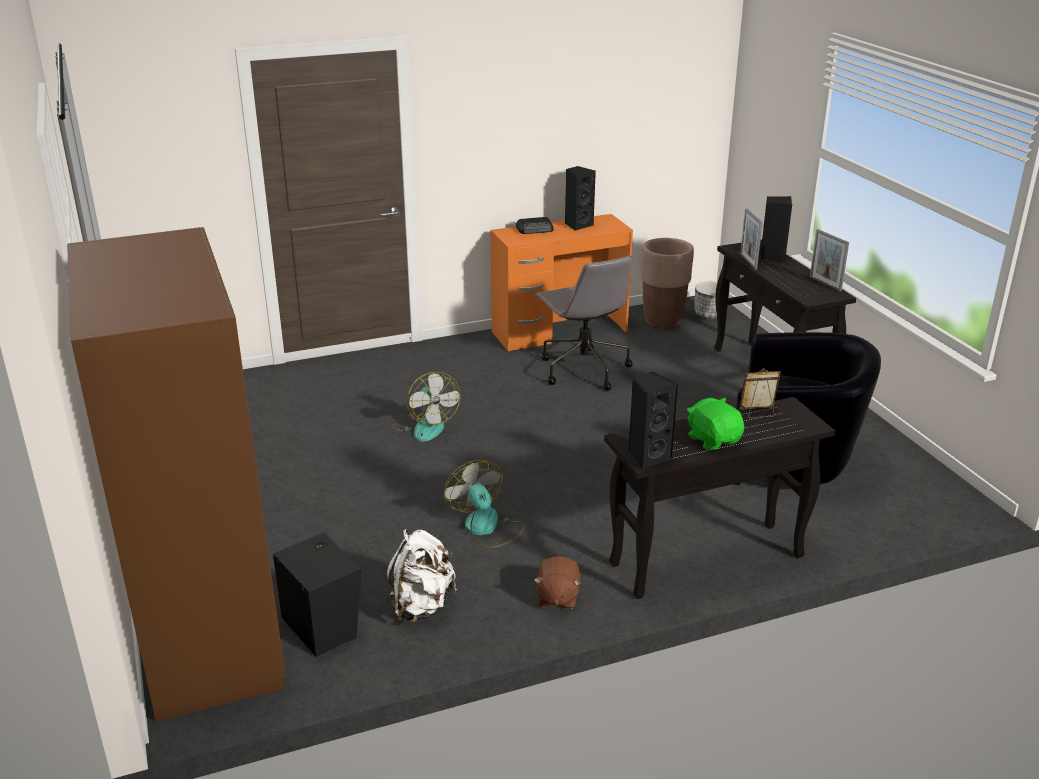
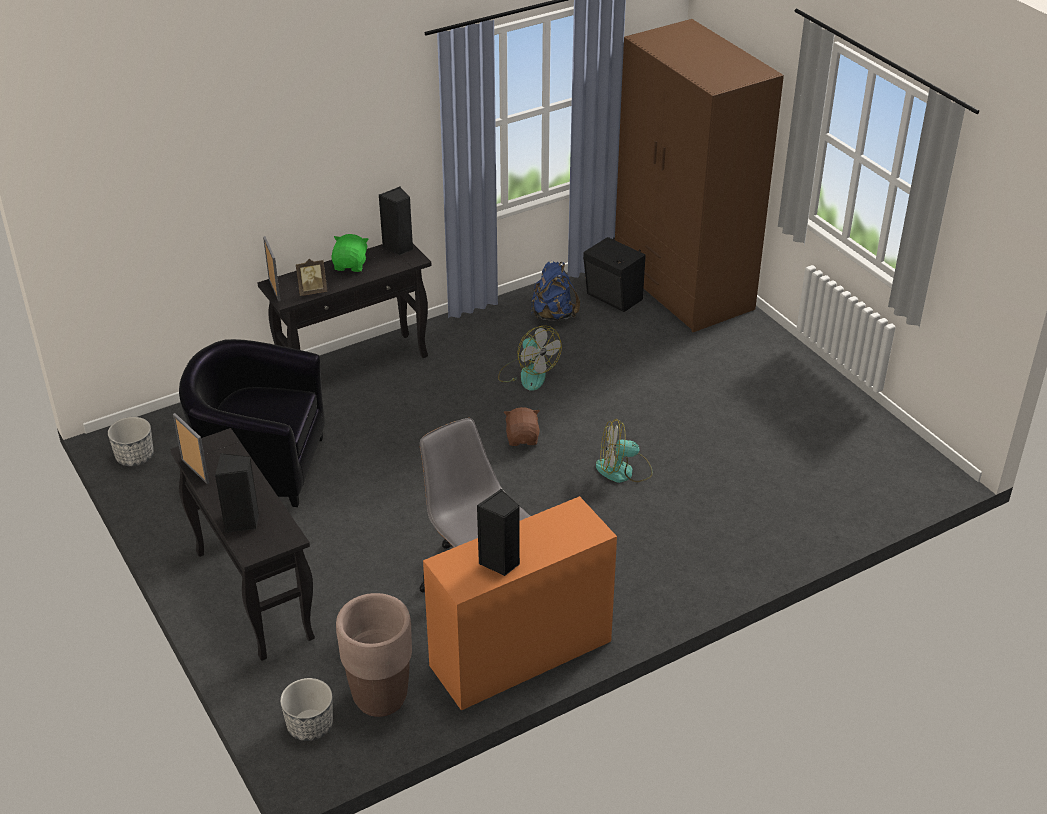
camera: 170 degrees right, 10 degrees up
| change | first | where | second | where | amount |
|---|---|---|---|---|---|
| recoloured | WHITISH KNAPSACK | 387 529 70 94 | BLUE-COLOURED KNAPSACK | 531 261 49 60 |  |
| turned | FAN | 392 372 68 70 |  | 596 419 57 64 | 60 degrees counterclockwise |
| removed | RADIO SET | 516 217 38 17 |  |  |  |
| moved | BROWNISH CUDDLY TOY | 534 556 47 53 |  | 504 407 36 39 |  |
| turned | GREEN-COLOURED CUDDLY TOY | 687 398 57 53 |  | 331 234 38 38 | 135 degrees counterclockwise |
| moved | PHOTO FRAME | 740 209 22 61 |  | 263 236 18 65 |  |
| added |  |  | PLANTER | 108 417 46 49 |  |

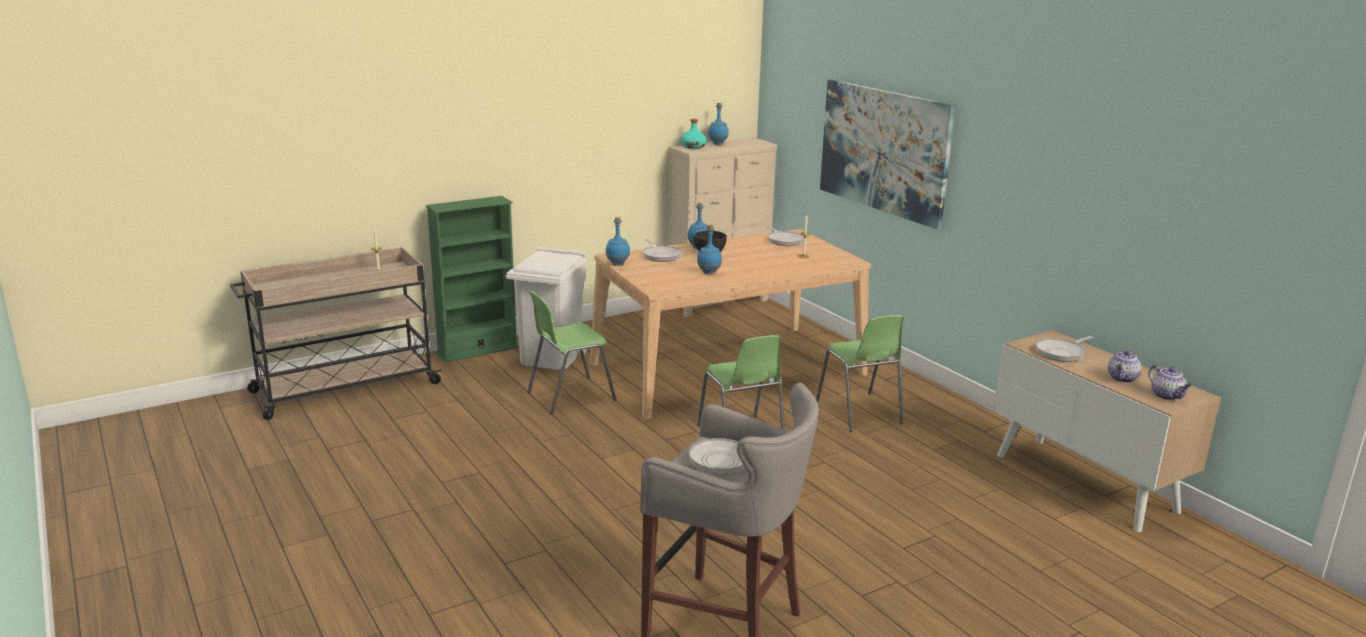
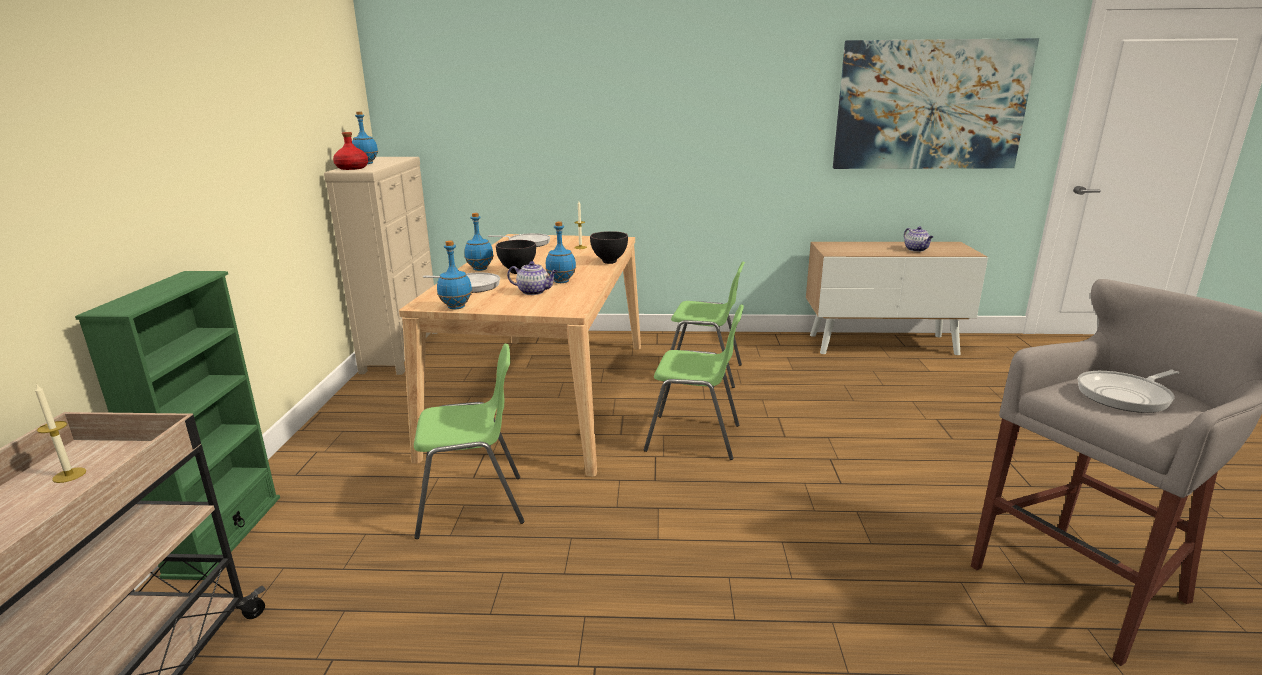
camera: 55 degrees left, 0 degrees up
| change | first | where | second | where | amount |
|---|---|---|---|---|---|
| removed | WHITISH RUBBISH BIN | 506 246 82 124 |  |  |  |
| turned | GREEN-COLOURED PLAIN CHAIR | 528 291 88 123 |  | 414 344 111 195 | 105 degrees counterclockwise |
| recoloured | TURQUOISE BOTTLE | 681 119 26 30 | RED-COLOURED BOTTLE | 333 132 35 38 |  |
| moved | WALL PICTURE | 820 80 136 150 |  | 833 38 206 131 |  |
| removed | FRYING PAN | 1036 336 57 26 |  |  |  |
| moved | POT FOR TEA | 1149 365 43 35 |  | 507 261 51 34 |  |
| added |  |  | BLACK DEEP DISH | 590 231 38 33 |  |

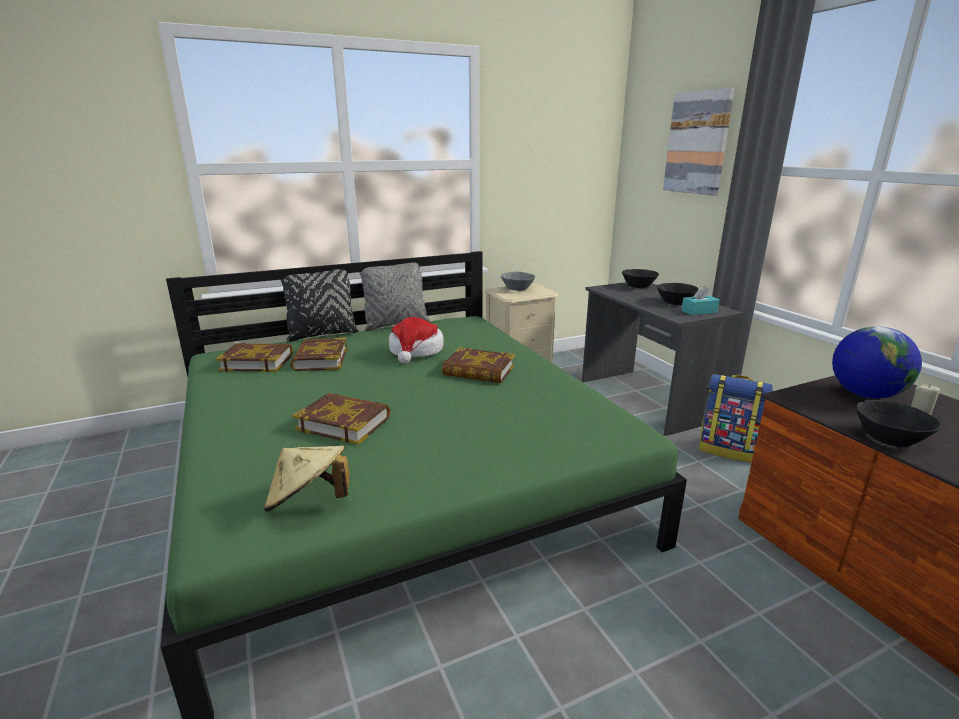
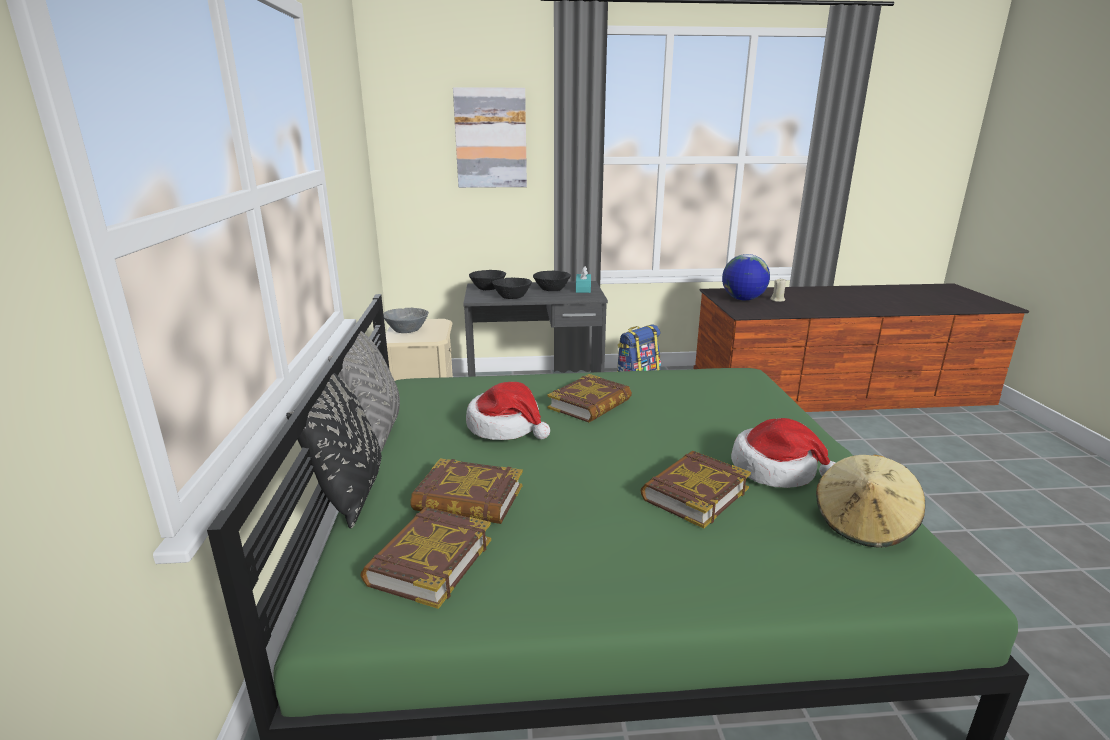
camera: 70 degrees left, 0 degrees up
| change | first | where | second | where | amount |
|---|---|---|---|---|---|
| moved | BLACK DEEP DISH | 856 400 85 47 |  | 492 278 40 21 |  |
| added |  |  | HAT | 731 418 105 70 |  |

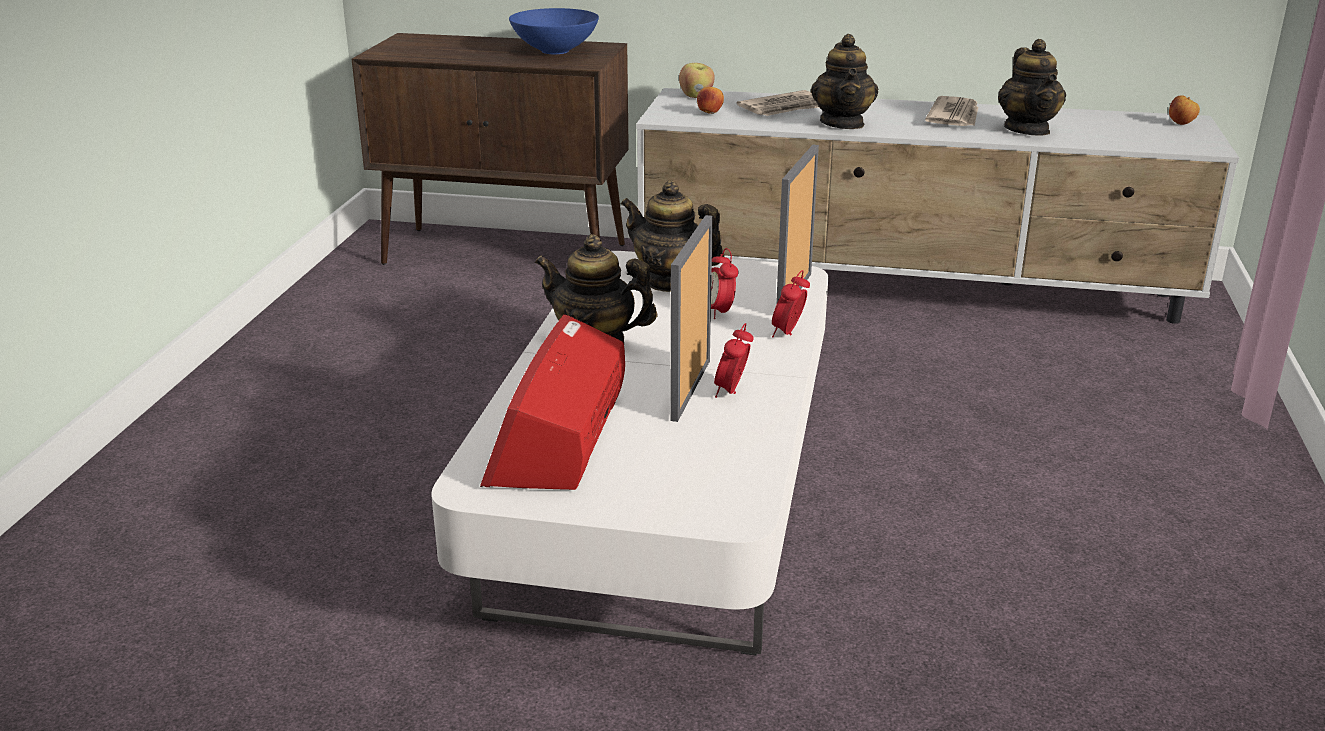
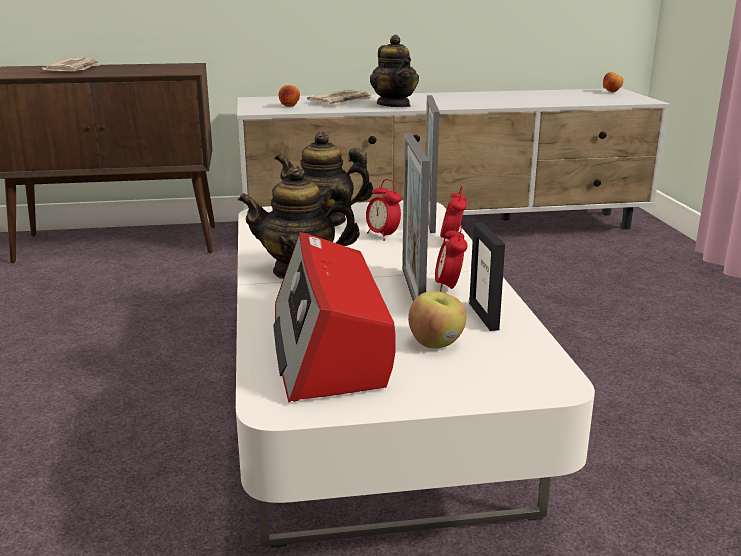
camera: 20 degrees left, 5 degrees down
| change | first | where | second | where | amount |
|---|---|---|---|---|---|
| removed | BLUE-COLOURED DEEP DISH | 509 8 90 46 |  |  |  |
| moved | WHOLE APPLE | 679 63 36 35 |  | 408 291 58 57 |  |
| moved | DAILY PAPER | 925 96 53 30 |  | 42 58 58 13 |  |
| removed | POT FOR TEA | 998 39 68 97 |  |  |  |
| added |  |  | PHOTO FRAME | 469 223 36 108 |  |

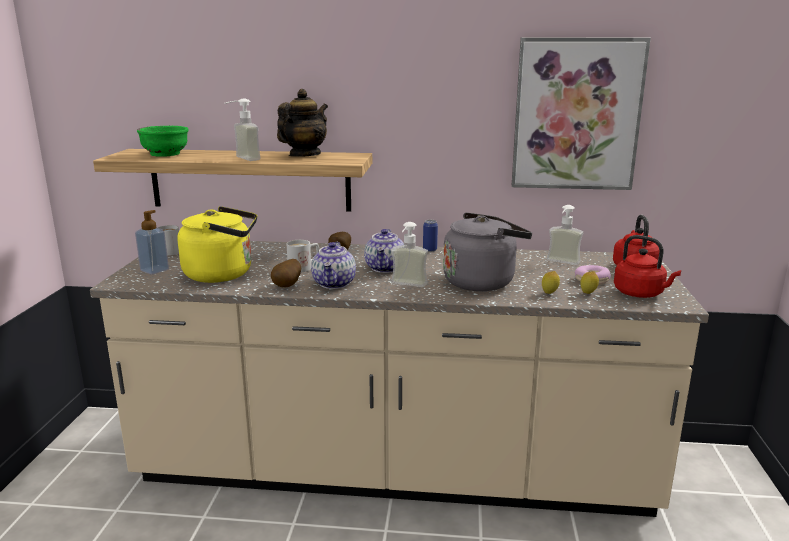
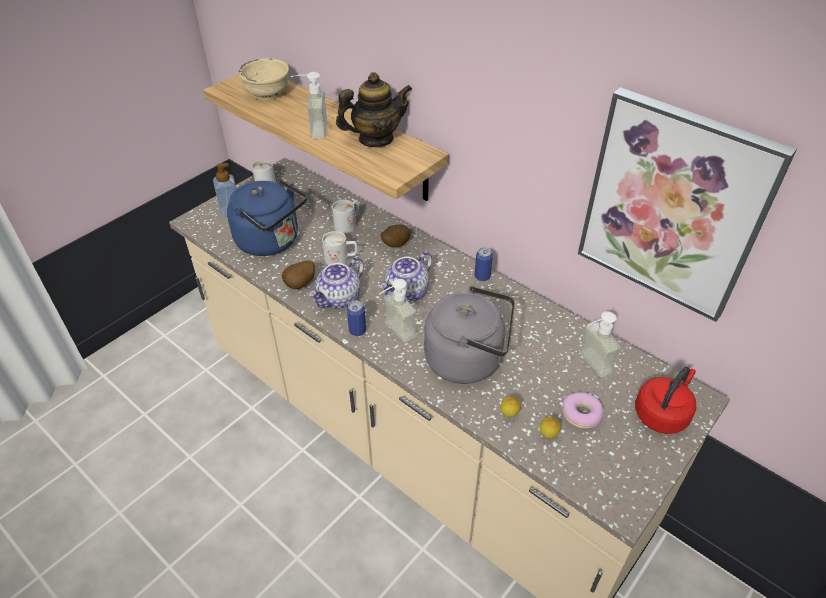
camera: 35 degrees right, 25 degrees up
| change | first | where | second | where | amount |
|---|---|---|---|---|---|
| recoloured | GREEN-COLOURED DEEP DISH | 137 126 52 31 | SAND-COLOURED DEEP DISH | 238 58 51 42 |  |
| recoloured | YELLOWISH TEA KETTLE | 177 206 80 77 | BLUE-COLOURED TEA KETTLE | 227 178 80 78 |  |
| removed | RED-COLOURED TEA KETTLE | 614 235 67 63 |  |  |  |
| added |  |  | WHITISH MUG | 332 200 27 34 |  |
| added |  |  | METAL CAN | 347 301 19 35 |  |

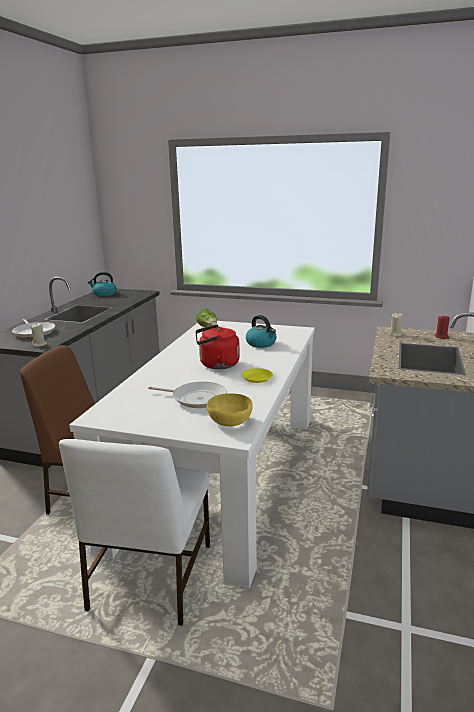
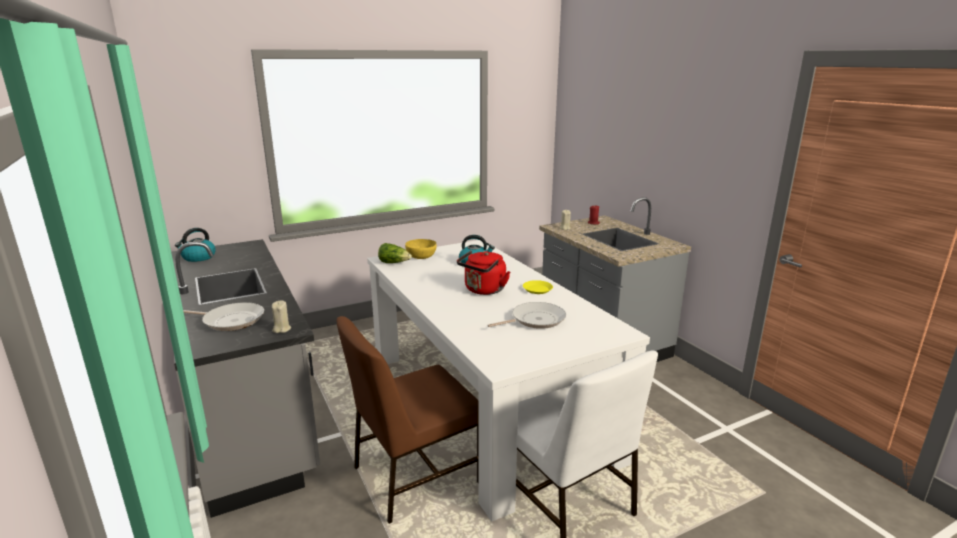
camera: 45 degrees left, 0 degrees up
| change | first | where | second | where | amount |
|---|---|---|---|---|---|
| moved | YELLOWISH DEEP DISH | 207 393 46 33 |  | 405 239 32 20 |  |

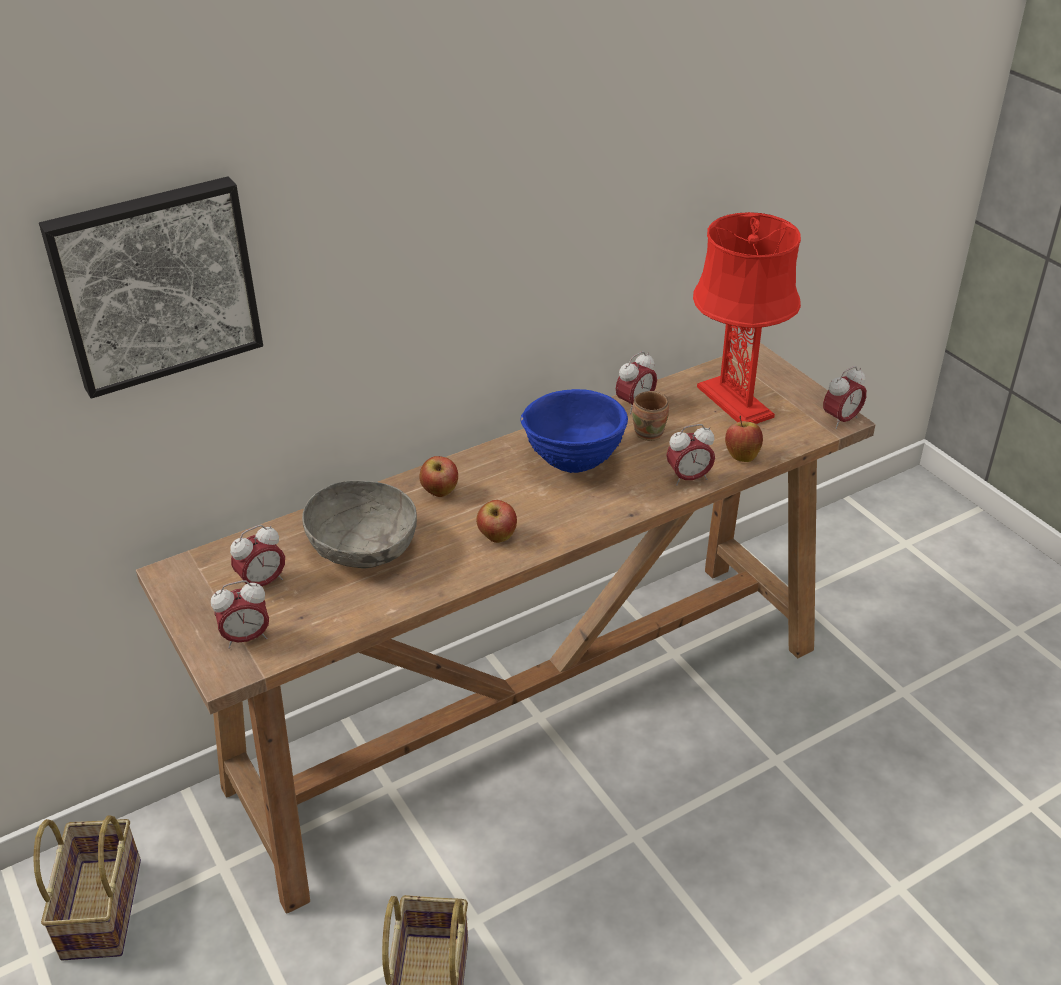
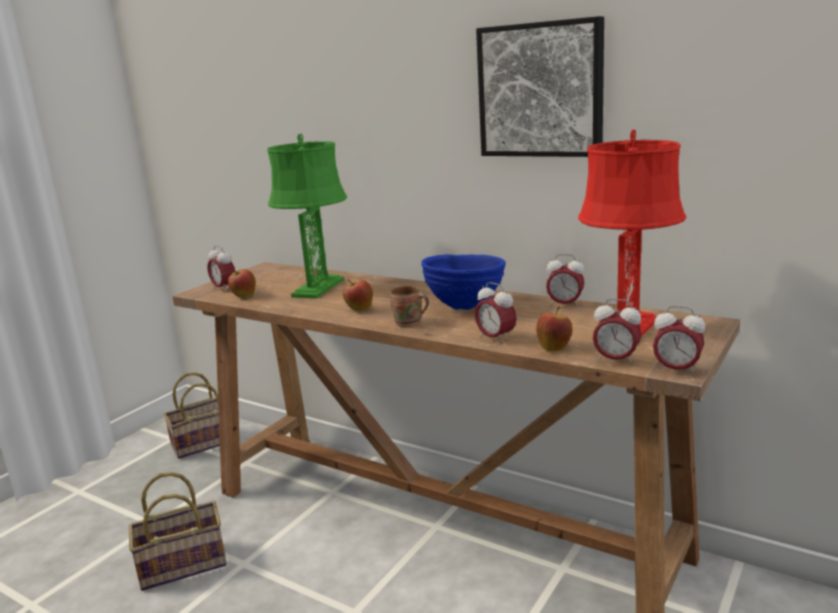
camera: 65 degrees right, 20 degrees down
| change | first | where | second | where | amount |
|---|---|---|---|---|---|
| moved | WALL PICTURE | 39 176 224 223 |  | 476 16 128 141 |  |
| moved | TABLE CLOCK | 230 525 55 61 |  | 593 299 48 67 |  |
| replaced | GRAY DEEP DISH | 302 480 115 89 | GREEN-COLOURED TABLE LAMP | 267 134 80 165 |  |
| moved | WHOLE APPLE | 419 456 39 41 |  | 228 269 28 29 |  |
| moved | BROWNISH MUG | 632 391 37 50 |  | 390 286 39 42 |  |

